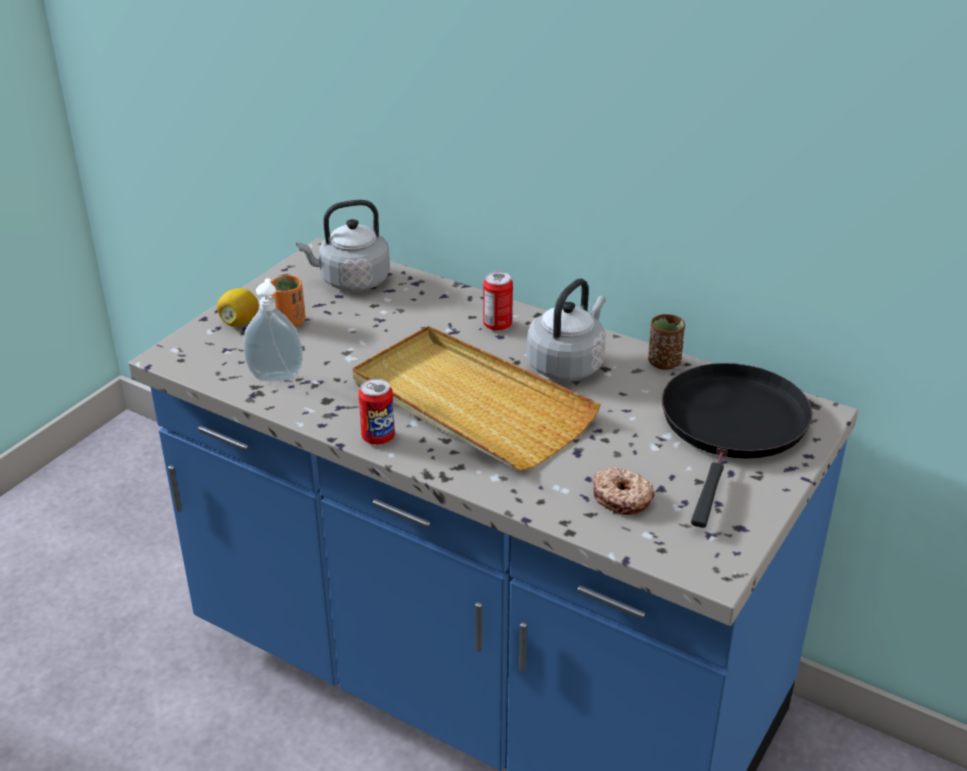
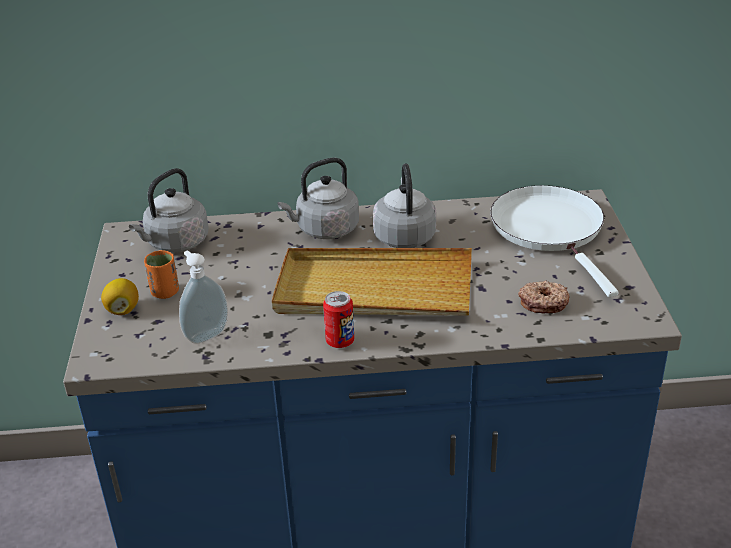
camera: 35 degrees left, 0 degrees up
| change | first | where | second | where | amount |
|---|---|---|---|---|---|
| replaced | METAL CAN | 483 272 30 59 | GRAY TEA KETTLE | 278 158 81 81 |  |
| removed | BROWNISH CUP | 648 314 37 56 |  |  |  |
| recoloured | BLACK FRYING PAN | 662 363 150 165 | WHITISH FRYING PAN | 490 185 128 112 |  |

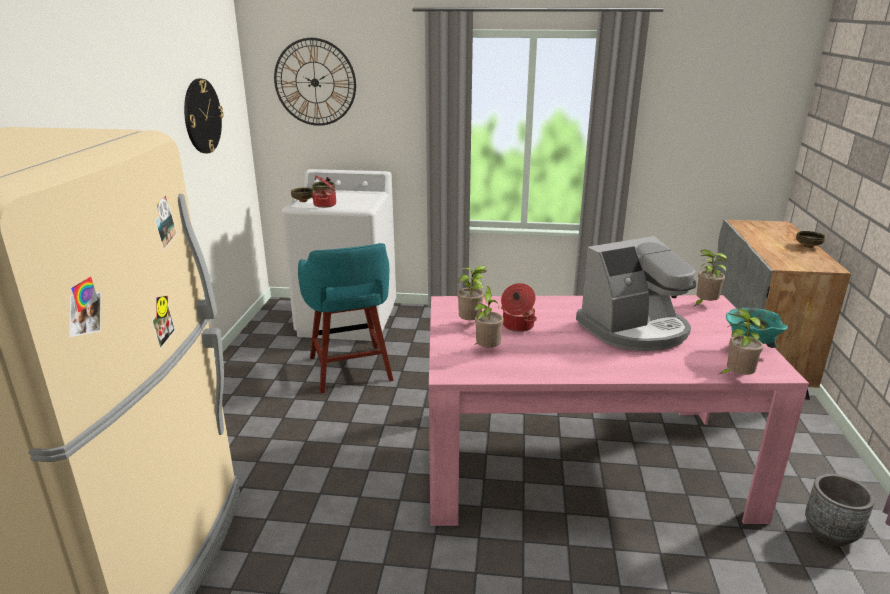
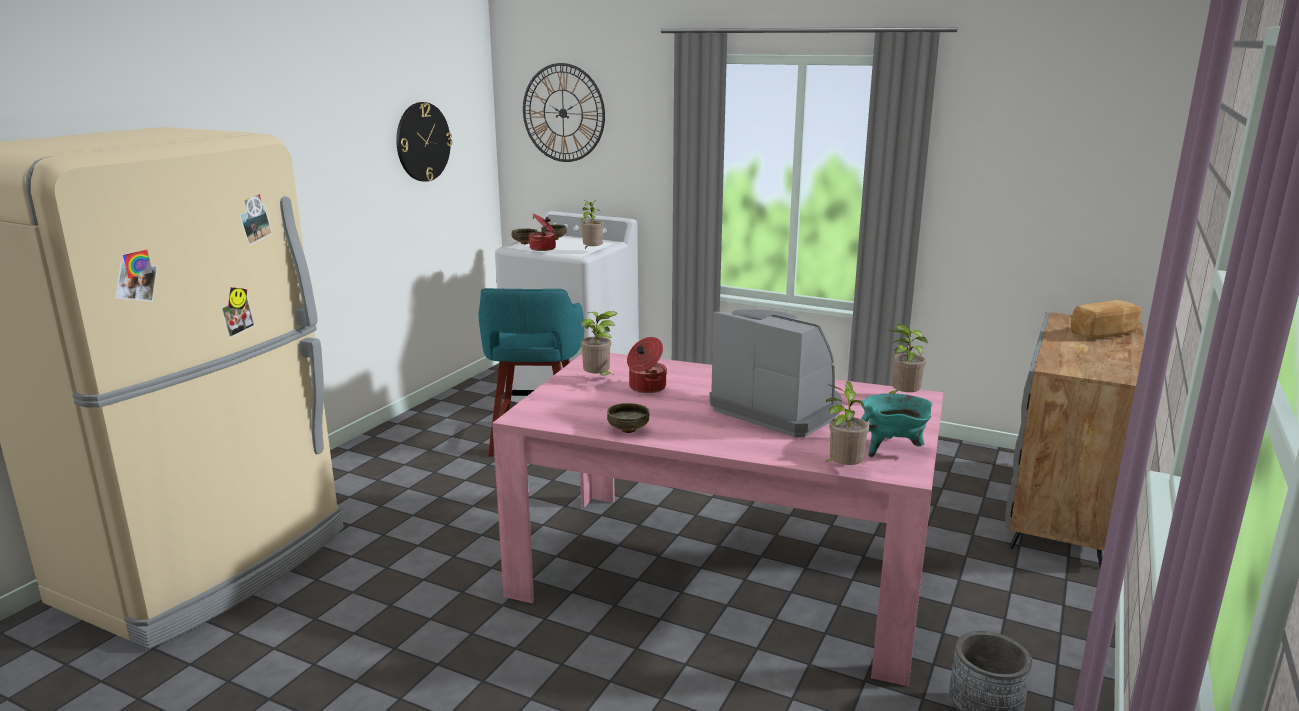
camera: 20 degrees right, 5 degrees down
| change | first | where | second | where | amount |
|---|---|---|---|---|---|
| moved | HOUSEPLANT | 472 286 32 62 |  | 580 199 24 50 |  |
| turned | COFFEE MACHINE | 576 236 120 115 |  | 709 309 133 128 | 135 degrees counterclockwise |
| moved | DEEP DISH | 796 231 29 17 |  | 607 403 42 30 |  |
| added |  |  | BAKERY BREAD | 1071 300 70 39 |  |

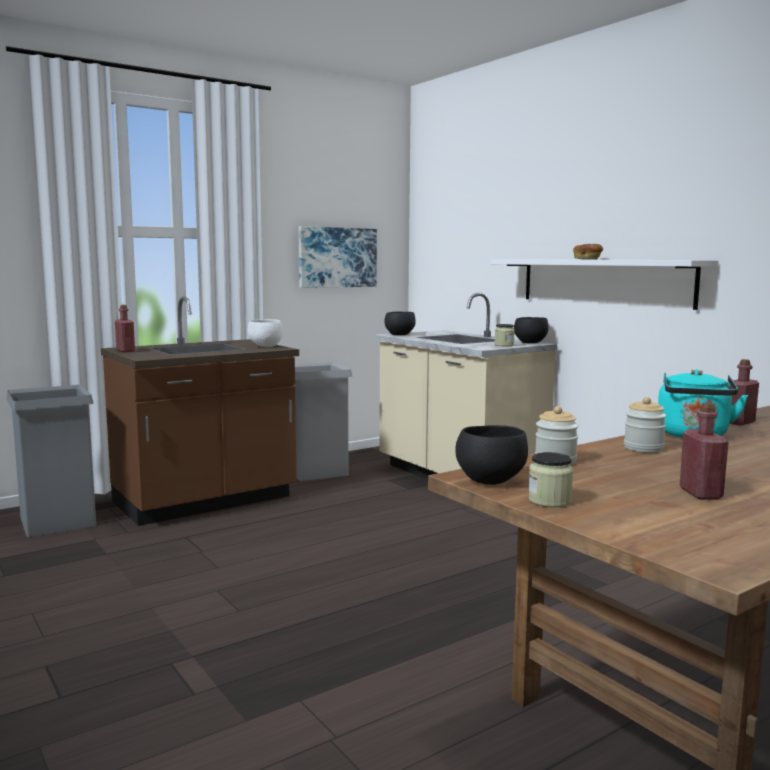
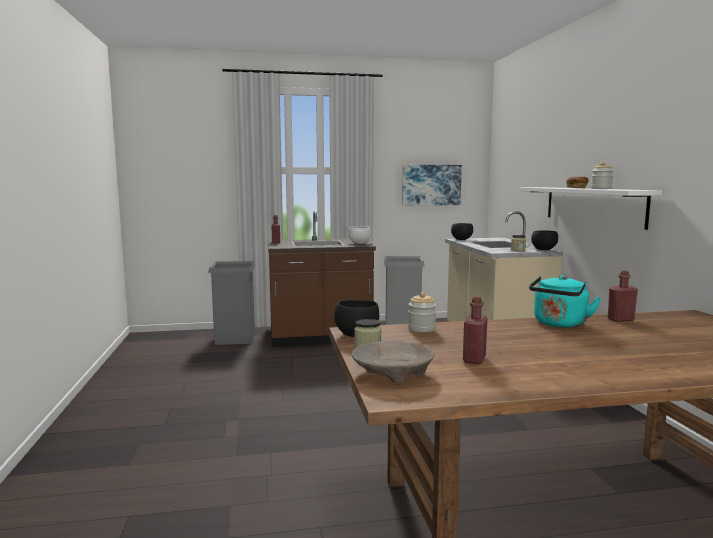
camera: 25 degrees right, 0 degrees up
| change | first | where | second | where | amount |
|---|---|---|---|---|---|
| moved | JAR | 624 397 43 55 |  | 591 162 22 27 |  |
| added |  |  | SAND-COLOURED DEEP DISH | 352 340 83 43 |  |

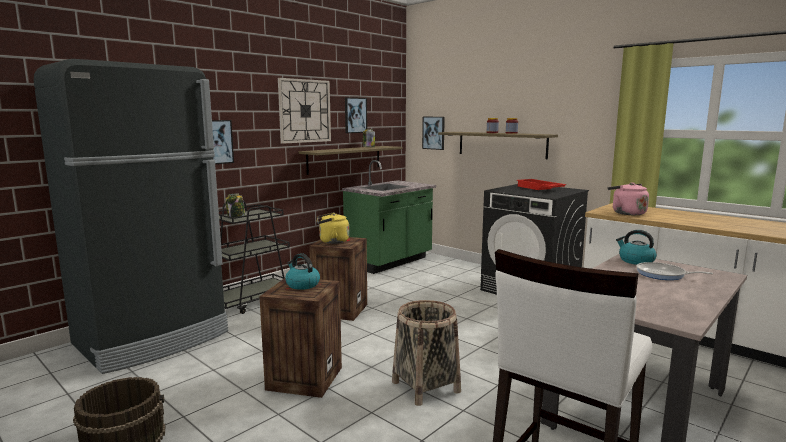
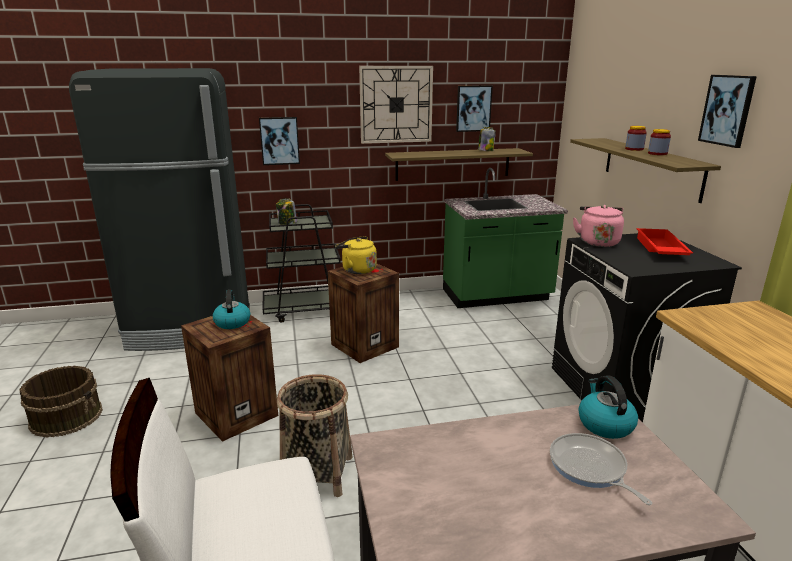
camera: 35 degrees right, 10 degrees up
| change | first | where | second | where | amount |
|---|---|---|---|---|---|
| moved | WALL PICTURE | 422 117 23 33 |  | 698 75 59 73 |  |
| moved | PINKISH TEA KETTLE | 607 182 42 33 |  | 573 205 51 42 |  |

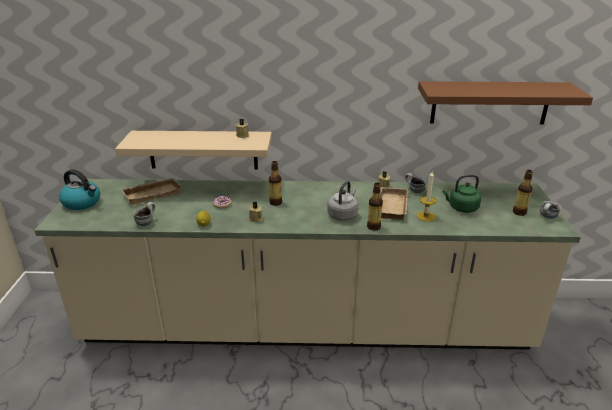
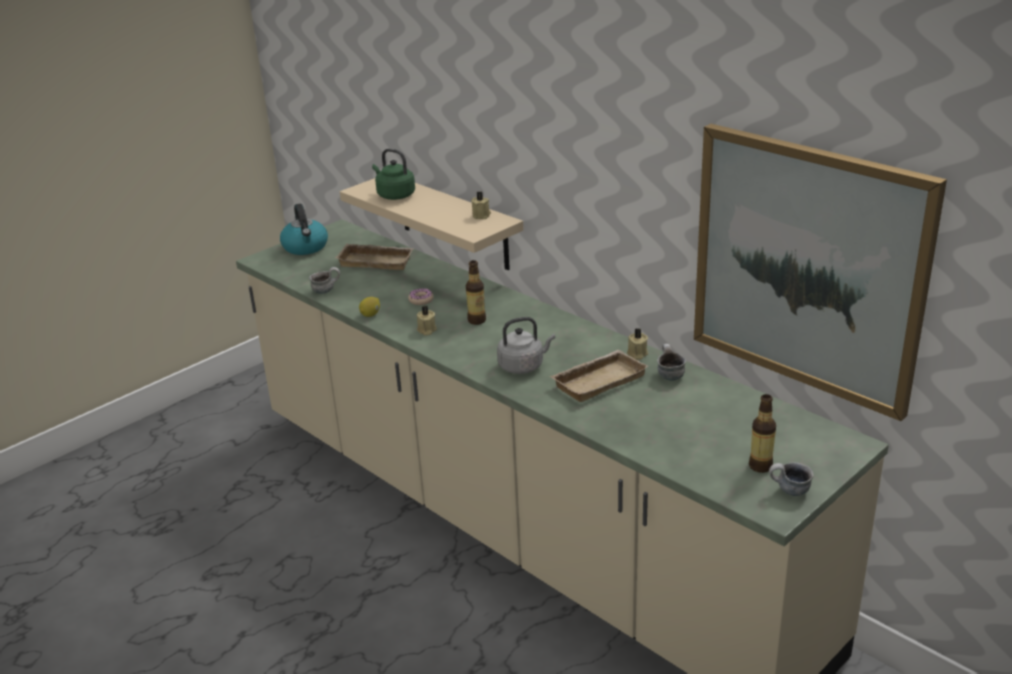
camera: 45 degrees right, 0 degrees up
| change | first | where | second | where | amount |
|---|---|---|---|---|---|
| removed | BOTTLE | 367 183 16 48 |  |  |  |
| removed | CANDLE | 417 171 20 50 |  |  |  |
| replaced | BROWNISH SHELF | 418 81 175 43 | WALL PICTURE | 694 124 253 297 |  |
| moved | GREEN-COLOURED TEA KETTLE | 442 174 39 39 |  | 372 149 43 51 |  |

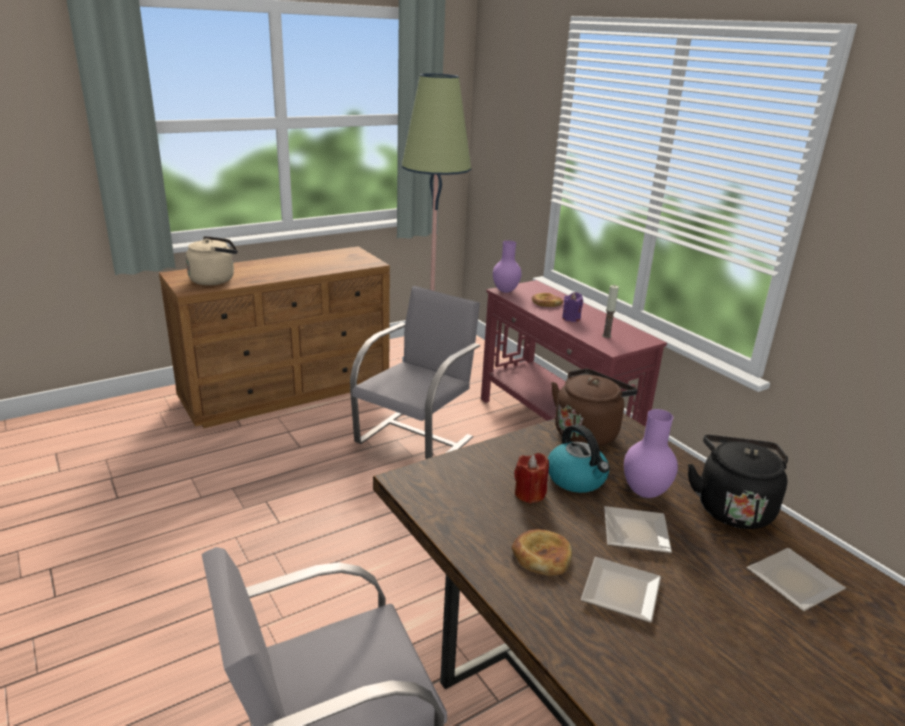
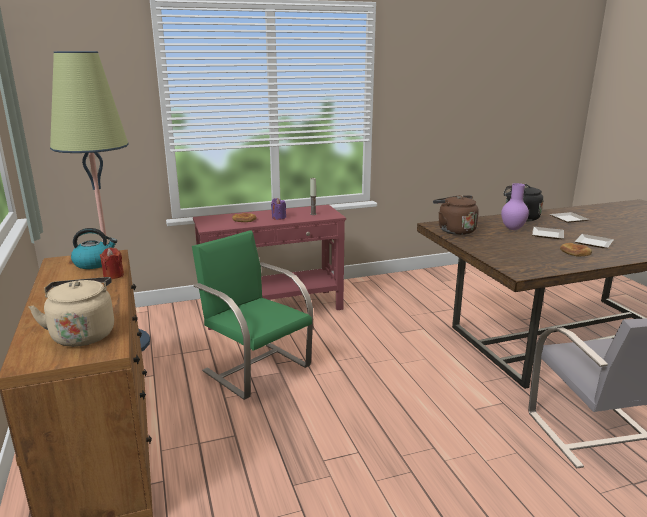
camera: 75 degrees left, 5 degrees down
| change | first | where | second | where | amount |
|---|---|---|---|---|---|
| recoloured | GRAY PLAIN CHAIR | 350 286 130 173 | GREEN-COLOURED PLAIN CHAIR | 192 230 121 170 |  |
| removed | PURPLE VASE | 493 240 29 53 |  |  |  |
| moved | RED-COLOURED CANDLE | 514 453 35 51 |  | 100 248 24 31 |  |
| moved | TEA KETTLE | 548 424 62 69 |  | 71 228 46 41 |  |

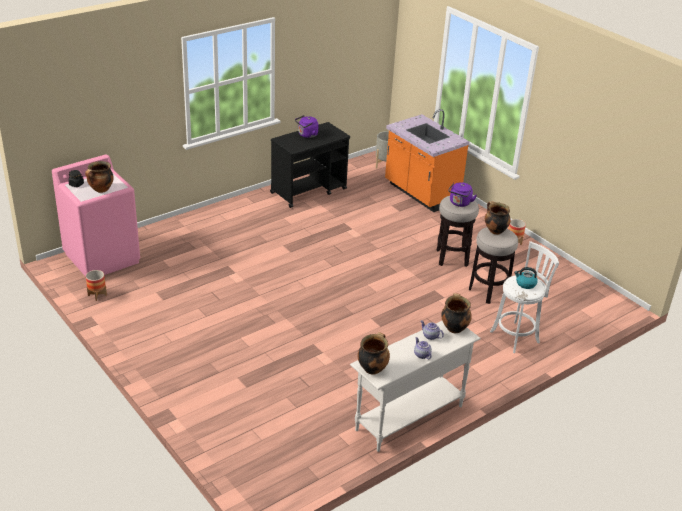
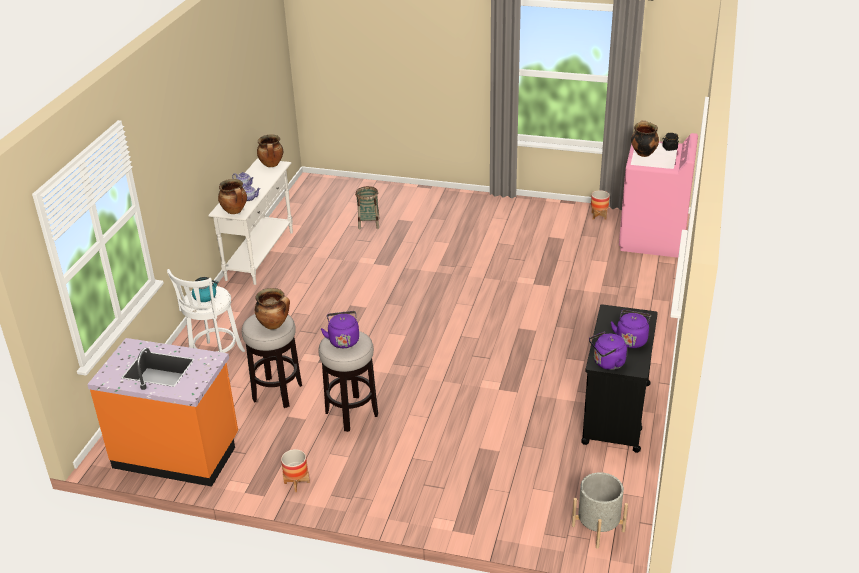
camera: 145 degrees right, 0 degrees up
| change | first | where | second | where | amount |
|---|---|---|---|---|---|
| moved | ORANGE-COLOURED KITCHEN BASE UNIT | 385 109 85 103 |  | 87 338 151 149 |  |
| added |  |  | BASKET | 355 186 25 43 |  |
| added |  |  | PURPLE TEA KETTLE | 589 331 38 39 |  |

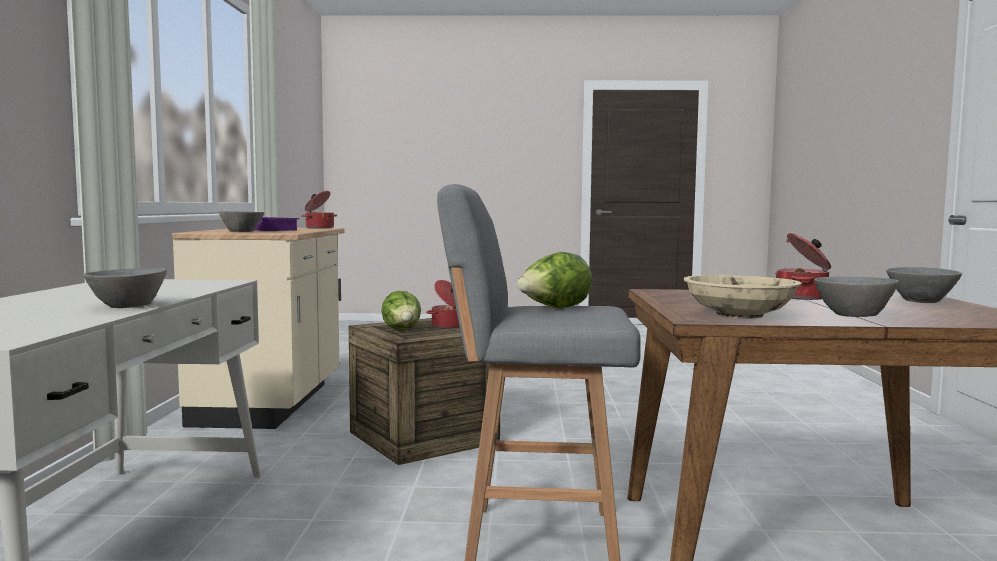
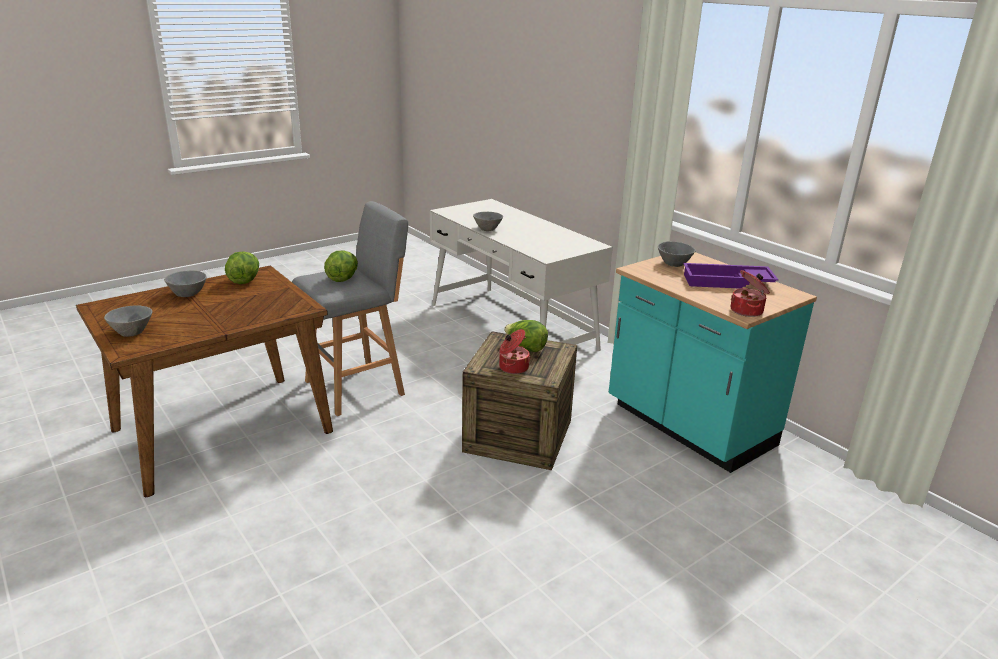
camera: 140 degrees right, 20 degrees up
| change | first | where | second | where | amount |
|---|---|---|---|---|---|
| recoloured | SAND-COLOURED KITCHEN BASE UNIT | 172 228 173 201 | TURQUOISE KITCHEN BASE UNIT | 609 252 208 221 |  |
| replaced | SAND-COLOURED DEEP DISH | 684 275 118 44 | LETTUCE HEAD | 225 252 34 32 |  |
| removed | COOKING POT | 775 233 56 67 |  |  |  |

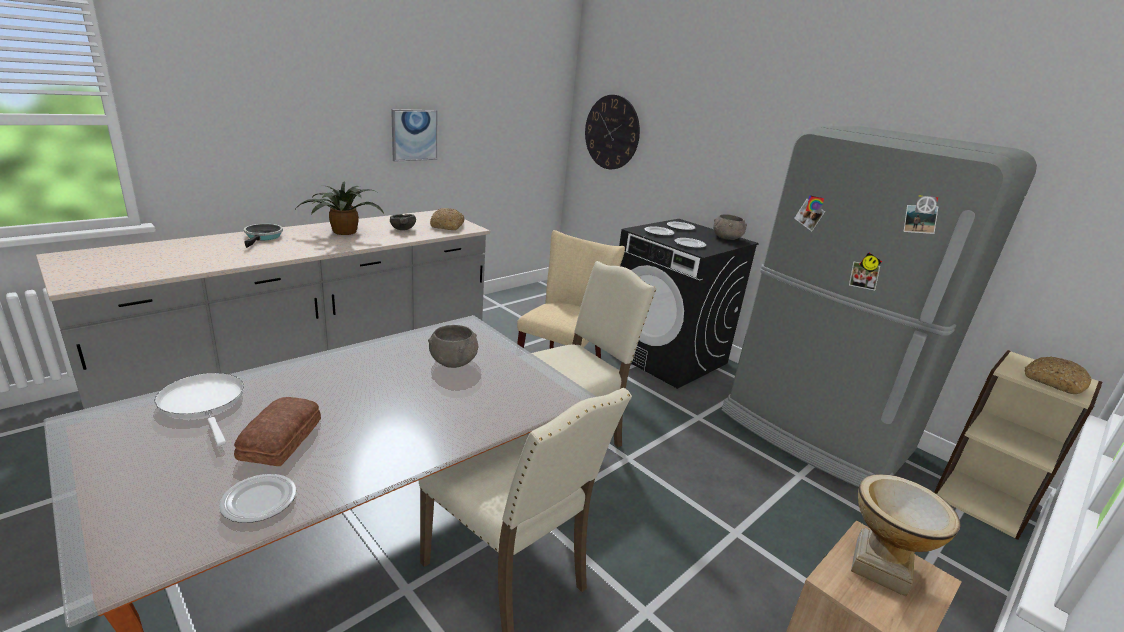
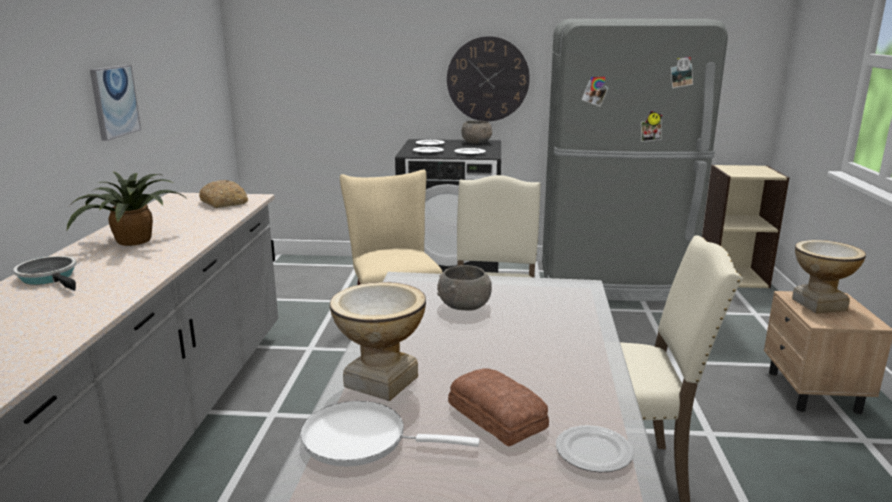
camera: 40 degrees left, 5 degrees down
| change | first | where | second | where | amount |
|---|---|---|---|---|---|
| removed | GRAY DEEP DISH | 390 214 26 16 |  |  |  |
| moved | CLOCK ON THE WALL | 585 95 55 74 |  | 447 36 83 85 |  |
| removed | BAKERY BREAD | 1024 356 68 38 |  |  |  |
| added |  |  | VASE | 330 282 96 119 |  |

